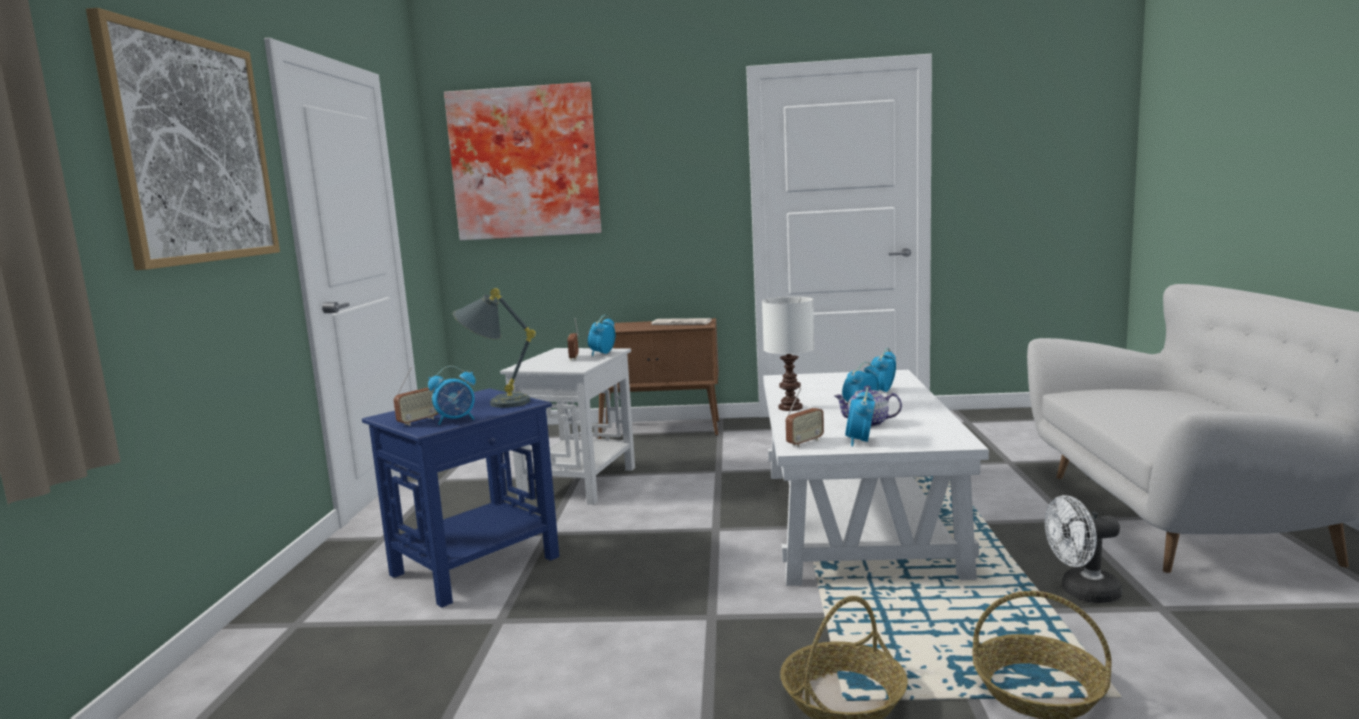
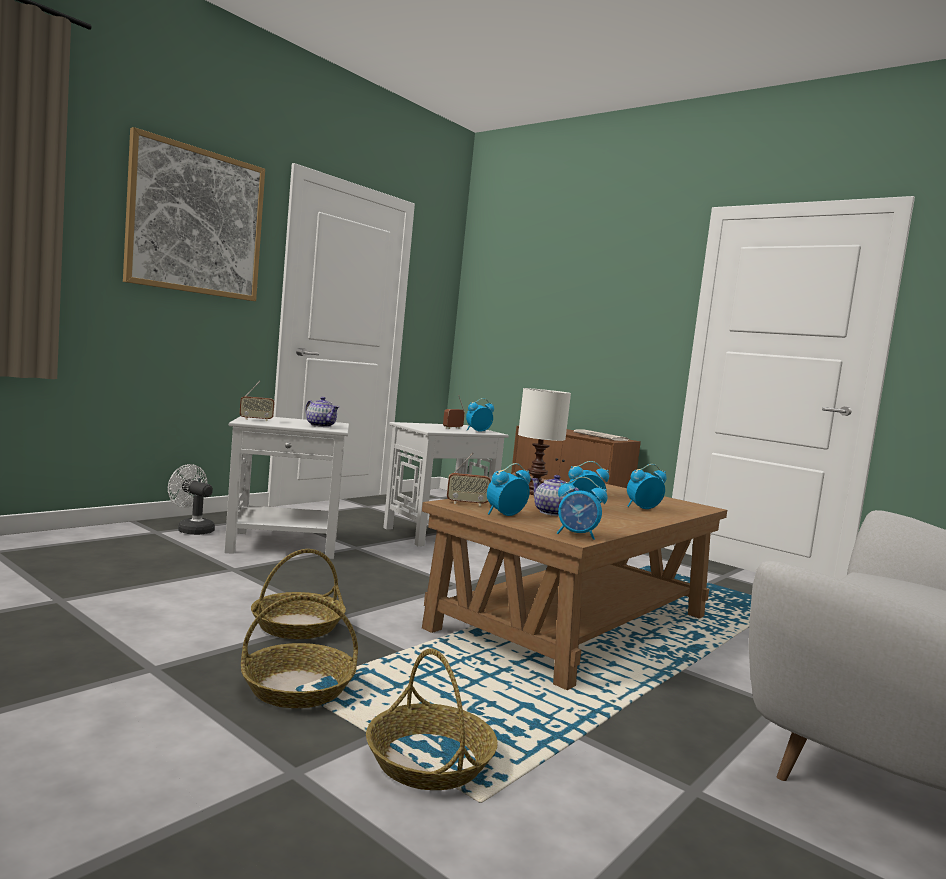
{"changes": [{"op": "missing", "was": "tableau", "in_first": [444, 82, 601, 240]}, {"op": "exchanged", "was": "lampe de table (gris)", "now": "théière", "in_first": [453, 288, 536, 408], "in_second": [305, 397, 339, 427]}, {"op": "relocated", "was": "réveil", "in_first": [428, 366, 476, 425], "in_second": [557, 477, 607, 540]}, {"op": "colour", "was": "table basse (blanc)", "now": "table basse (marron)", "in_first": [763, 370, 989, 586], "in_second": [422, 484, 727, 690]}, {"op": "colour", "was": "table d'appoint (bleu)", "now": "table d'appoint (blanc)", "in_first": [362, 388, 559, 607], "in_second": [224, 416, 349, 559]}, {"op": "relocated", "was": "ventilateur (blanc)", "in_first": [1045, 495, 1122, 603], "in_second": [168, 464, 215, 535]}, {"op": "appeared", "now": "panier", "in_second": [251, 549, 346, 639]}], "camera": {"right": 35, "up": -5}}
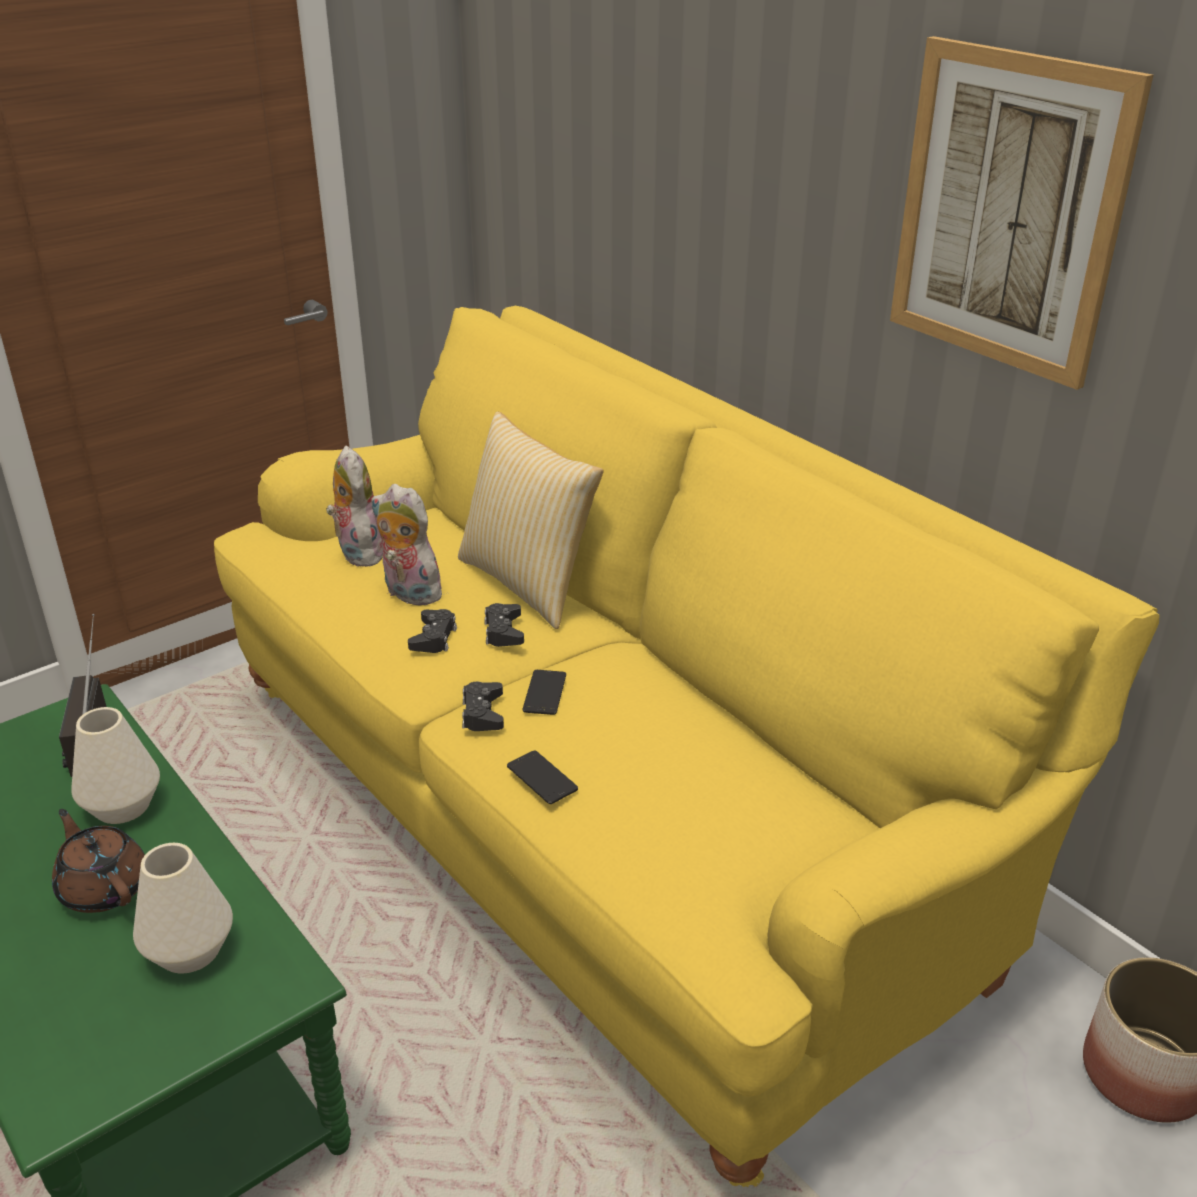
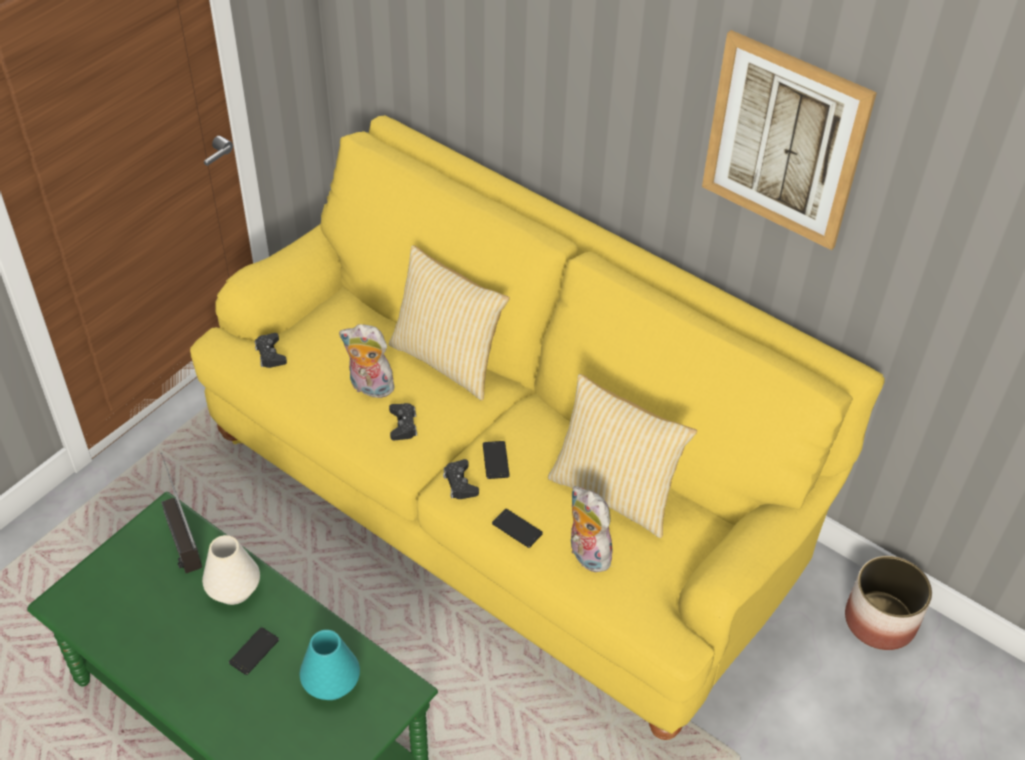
{"changes": [{"op": "relocated", "was": "peluche", "in_first": [326, 446, 383, 567], "in_second": [570, 486, 613, 572]}, {"op": "relocated", "was": "manette (noir)", "in_first": [484, 603, 524, 647], "in_second": [255, 333, 287, 368]}, {"op": "exchanged", "was": "théière (marron)", "now": "téléphone", "in_first": [52, 809, 145, 913], "in_second": [229, 627, 279, 675]}, {"op": "colour", "was": "vase (blanc)", "now": "vase (turquoise)", "in_first": [133, 843, 233, 974], "in_second": [300, 630, 360, 700]}, {"op": "appeared", "now": "coussin", "in_second": [548, 374, 697, 538]}], "camera": {"right": -15, "up": 15}}
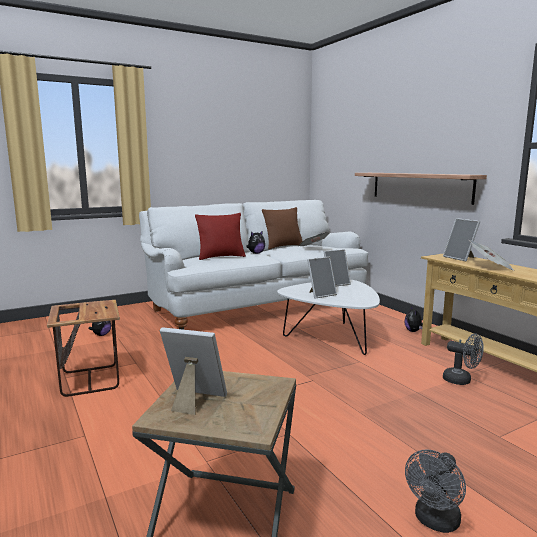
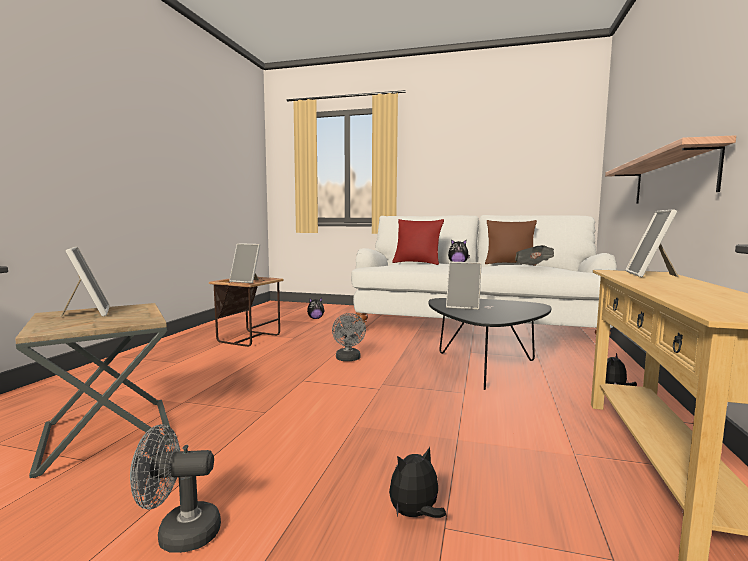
{"changes": [{"op": "missing", "was": "journal", "in_first": [469, 240, 515, 271]}, {"op": "relocated", "was": "cadre photo", "in_first": [323, 249, 351, 286], "in_second": [229, 243, 260, 283]}, {"op": "colour", "was": "table basse (blanc)", "now": "table basse (noir)", "in_first": [277, 280, 380, 355], "in_second": [429, 298, 551, 390]}, {"op": "relocated", "was": "ventilateur (gris)", "in_first": [443, 334, 484, 385], "in_second": [332, 313, 366, 361]}, {"op": "appeared", "now": "peluche", "in_second": [389, 447, 446, 518]}], "camera": {"right": 45, "up": -5}}
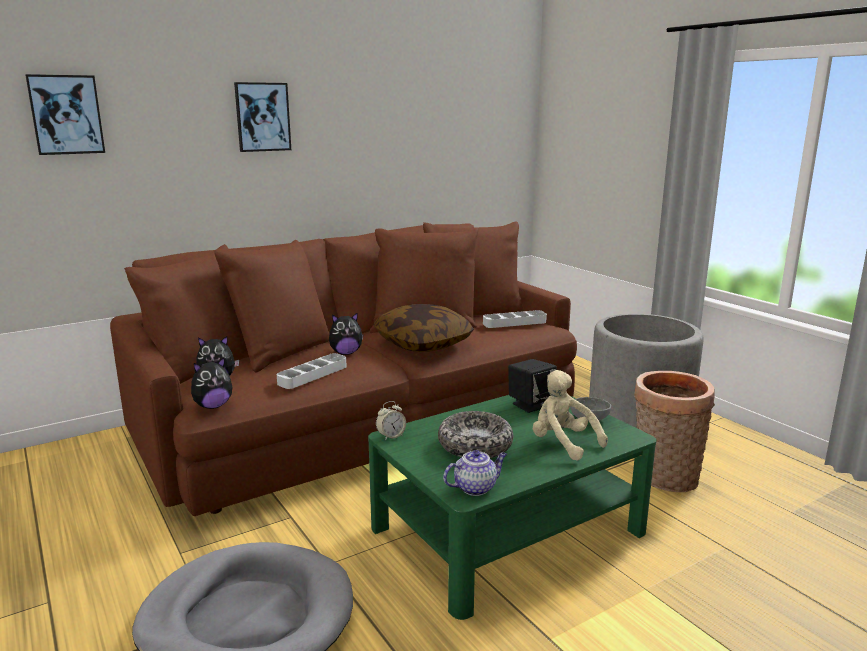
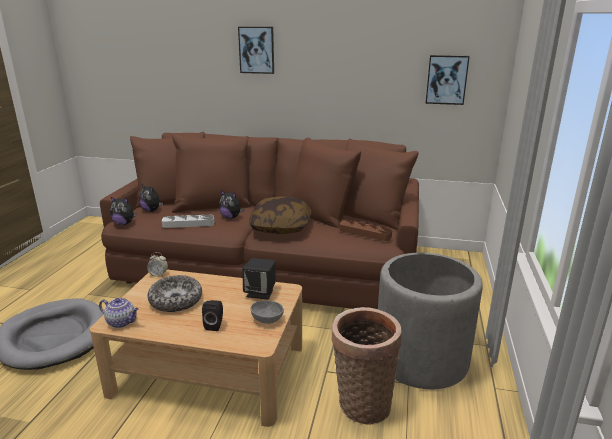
{"changes": [{"op": "relocated", "was": "tableau", "in_first": [25, 74, 105, 155], "in_second": [426, 55, 470, 105]}, {"op": "colour", "was": "plateau (gris)", "now": "plateau (marron)", "in_first": [483, 310, 547, 328], "in_second": [339, 220, 392, 241]}, {"op": "exchanged", "was": "peluche (beige)", "now": "enceinte (noir)", "in_first": [533, 370, 608, 461], "in_second": [202, 300, 223, 331]}, {"op": "colour", "was": "table basse (vert)", "now": "table basse (beige)", "in_first": [368, 395, 656, 620], "in_second": [90, 270, 302, 427]}], "camera": {"right": 45, "up": 5}}
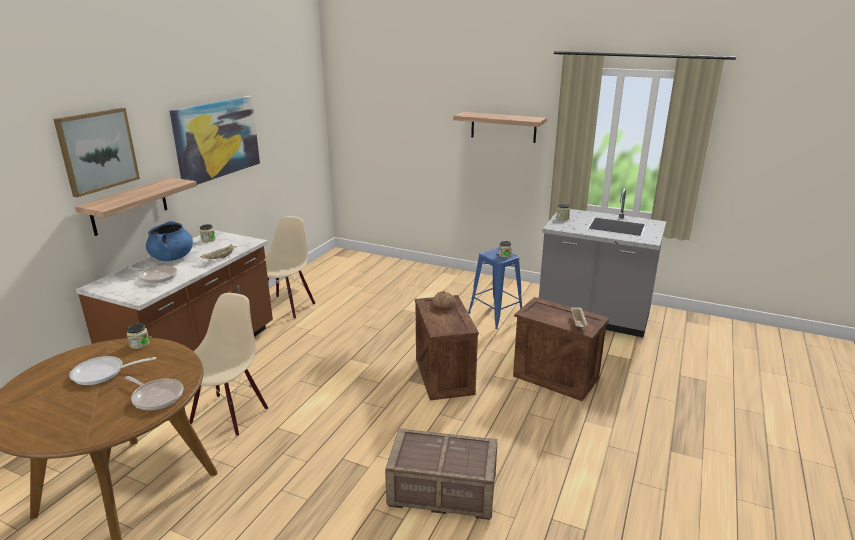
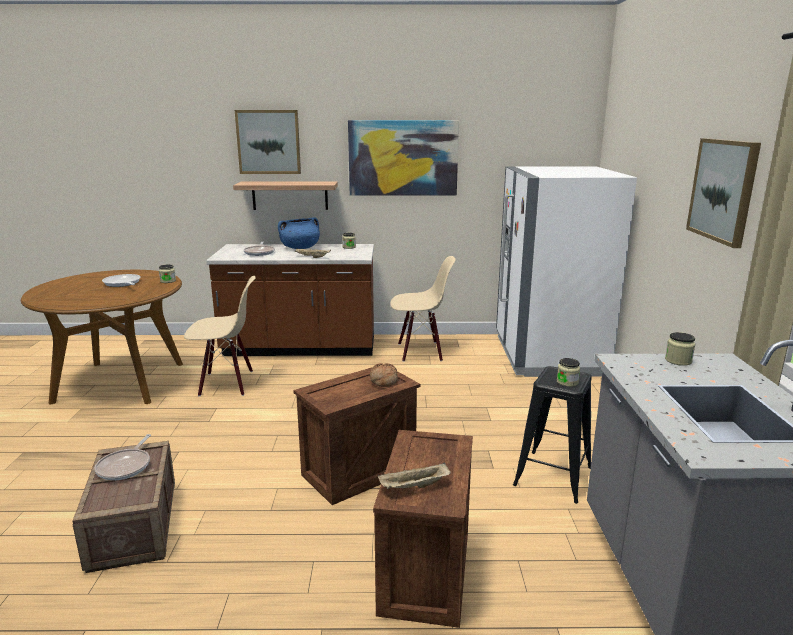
{"changes": [{"op": "exchanged", "was": "étagère", "now": "tableau", "in_first": [453, 112, 547, 143], "in_second": [686, 138, 761, 248]}, {"op": "colour", "was": "tabouret (bleu)", "now": "tabouret (noir)", "in_first": [468, 248, 522, 329], "in_second": [513, 366, 592, 504]}, {"op": "relocated", "was": "poêle", "in_first": [125, 376, 183, 410], "in_second": [94, 434, 151, 480]}, {"op": "appeared", "now": "réfrigérateur (blanc)", "in_second": [496, 166, 637, 377]}], "camera": {"right": 65, "up": -5}}
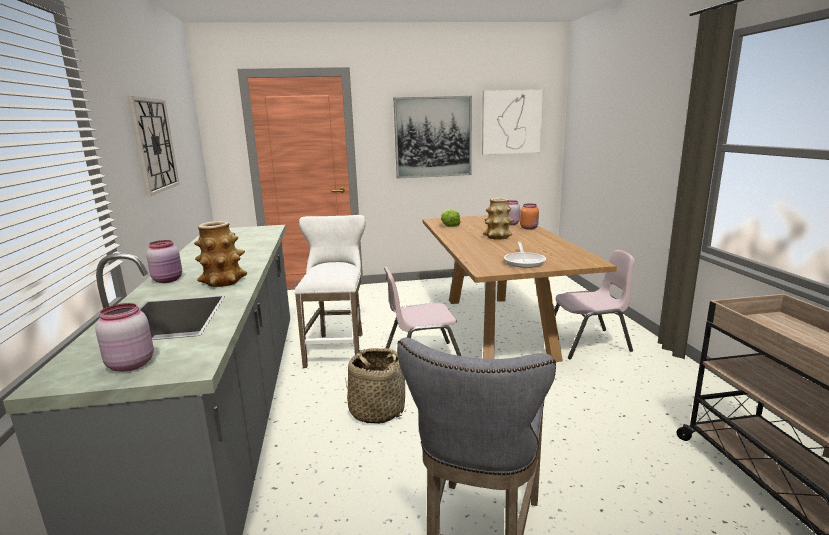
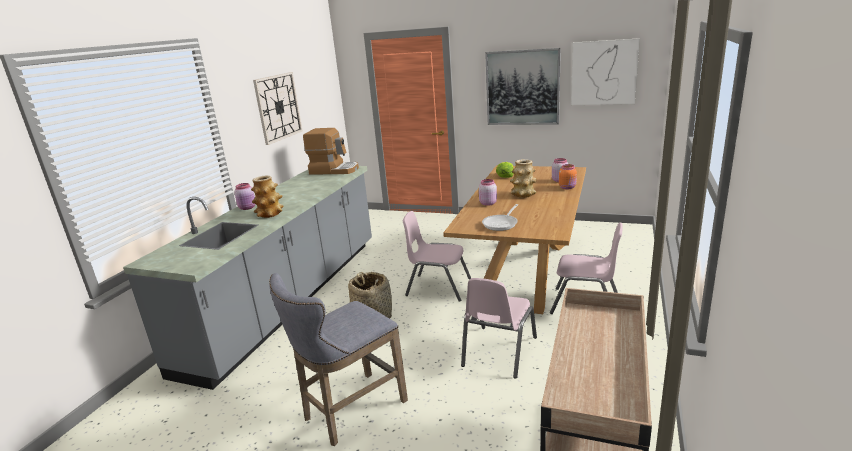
{"changes": [{"op": "missing", "was": "tabouret (blanc)", "in_first": [294, 215, 366, 368]}, {"op": "relocated", "was": "bocal (rose)", "in_first": [95, 303, 154, 372], "in_second": [479, 179, 497, 206]}, {"op": "appeared", "now": "machine à café", "in_second": [303, 128, 359, 175]}, {"op": "appeared", "now": "chaise (rose)", "in_second": [461, 278, 537, 379]}], "camera": {"right": 30, "up": 5}}
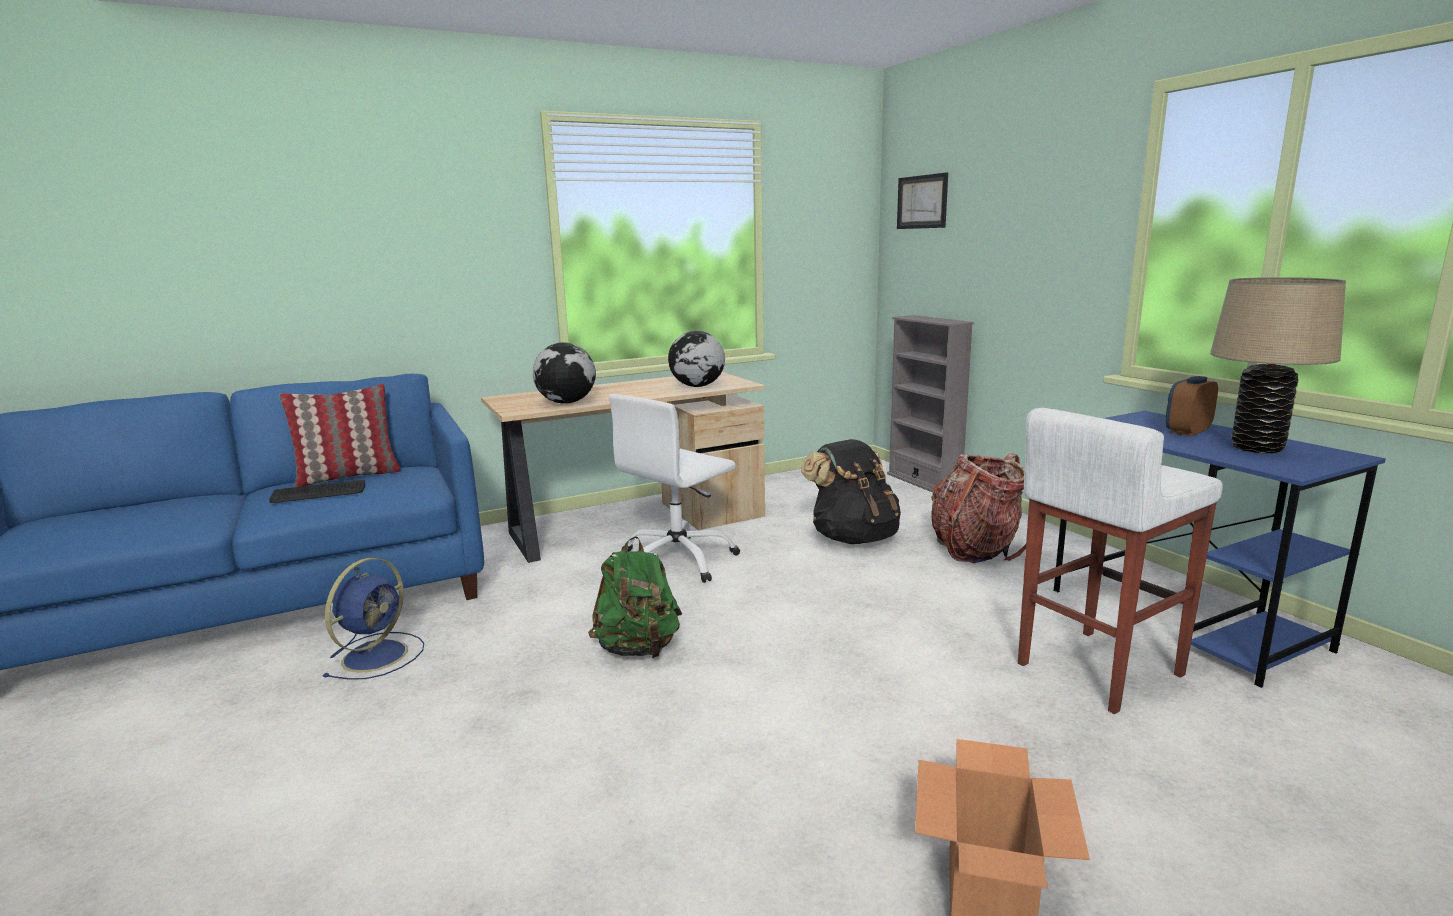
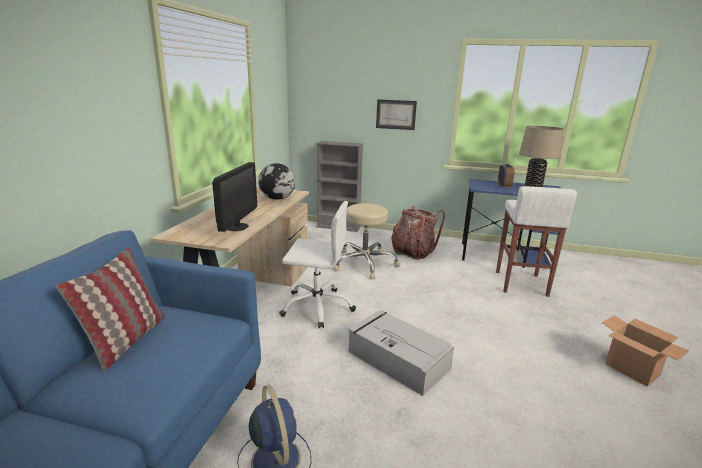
{"changes": [{"op": "relocated", "was": "tableau", "in_first": [897, 172, 948, 229], "in_second": [376, 99, 417, 130]}, {"op": "exchanged", "was": "globe", "now": "écran d'ordinateur", "in_first": [533, 342, 596, 404], "in_second": [212, 162, 257, 232]}, {"op": "spun", "was": "chaise de bureau (blanc)", "in_first": [609, 394, 740, 583], "in_second": [279, 201, 356, 328], "clockwise": -75}, {"op": "exchanged", "was": "sac à dos (noir)", "now": "tabouret (beige)", "in_first": [801, 439, 901, 544], "in_second": [333, 203, 400, 279]}, {"op": "missing", "was": "clavier", "in_first": [269, 480, 366, 503]}, {"op": "exchanged", "was": "sac à dos (vert)", "now": "boîte de rangement (gris)", "in_first": [588, 536, 682, 658], "in_second": [348, 310, 454, 396]}], "camera": {"right": -50, "up": 5}}
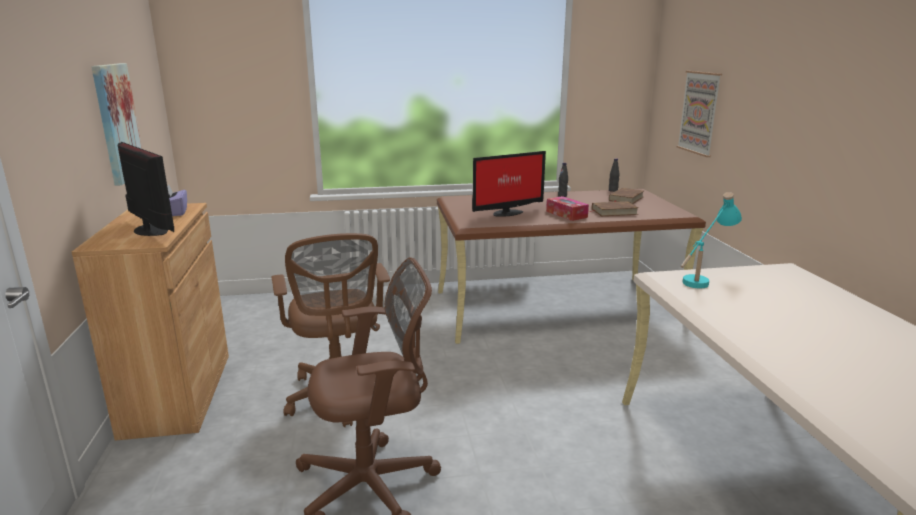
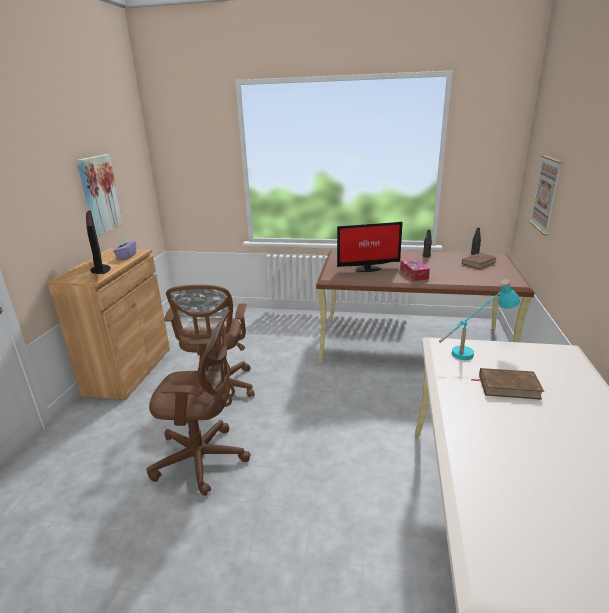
{"changes": [{"op": "relocated", "was": "livre (marron)", "in_first": [588, 201, 639, 216], "in_second": [471, 368, 544, 400]}], "camera": {"right": 20, "up": 5}}
